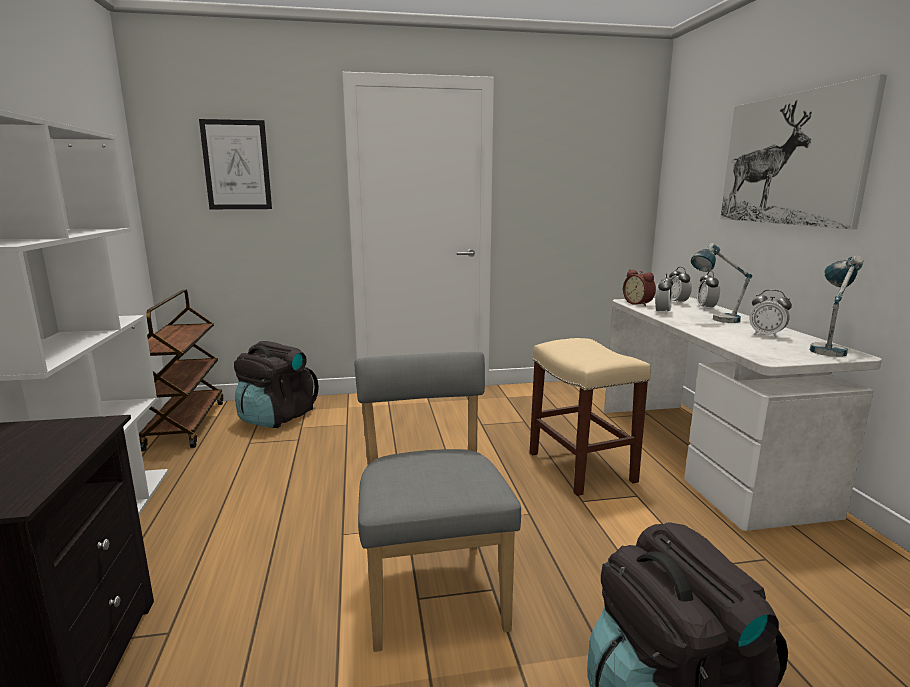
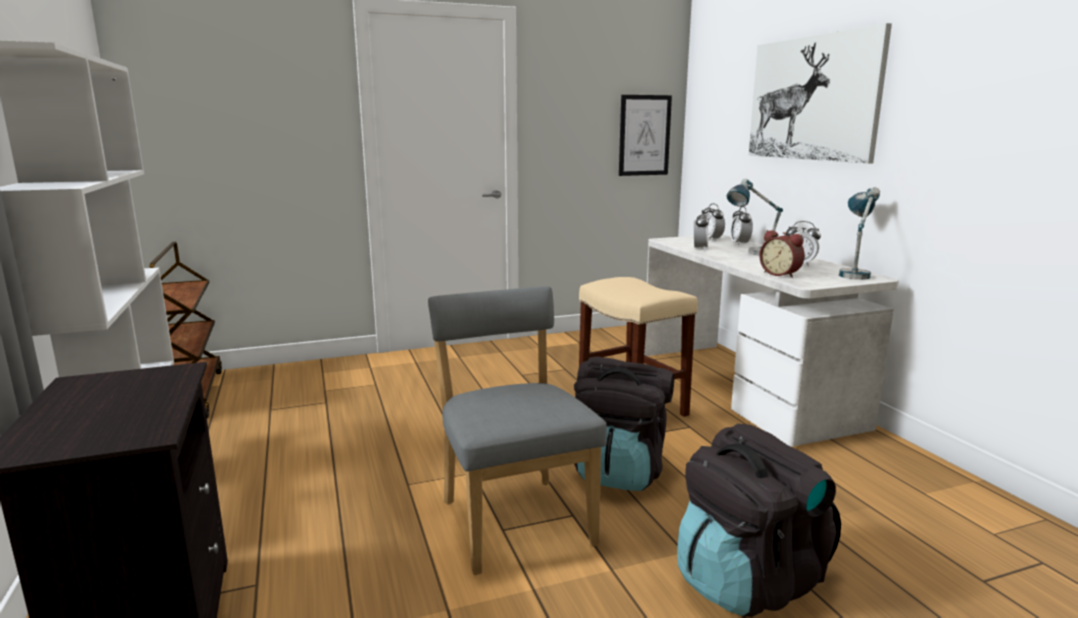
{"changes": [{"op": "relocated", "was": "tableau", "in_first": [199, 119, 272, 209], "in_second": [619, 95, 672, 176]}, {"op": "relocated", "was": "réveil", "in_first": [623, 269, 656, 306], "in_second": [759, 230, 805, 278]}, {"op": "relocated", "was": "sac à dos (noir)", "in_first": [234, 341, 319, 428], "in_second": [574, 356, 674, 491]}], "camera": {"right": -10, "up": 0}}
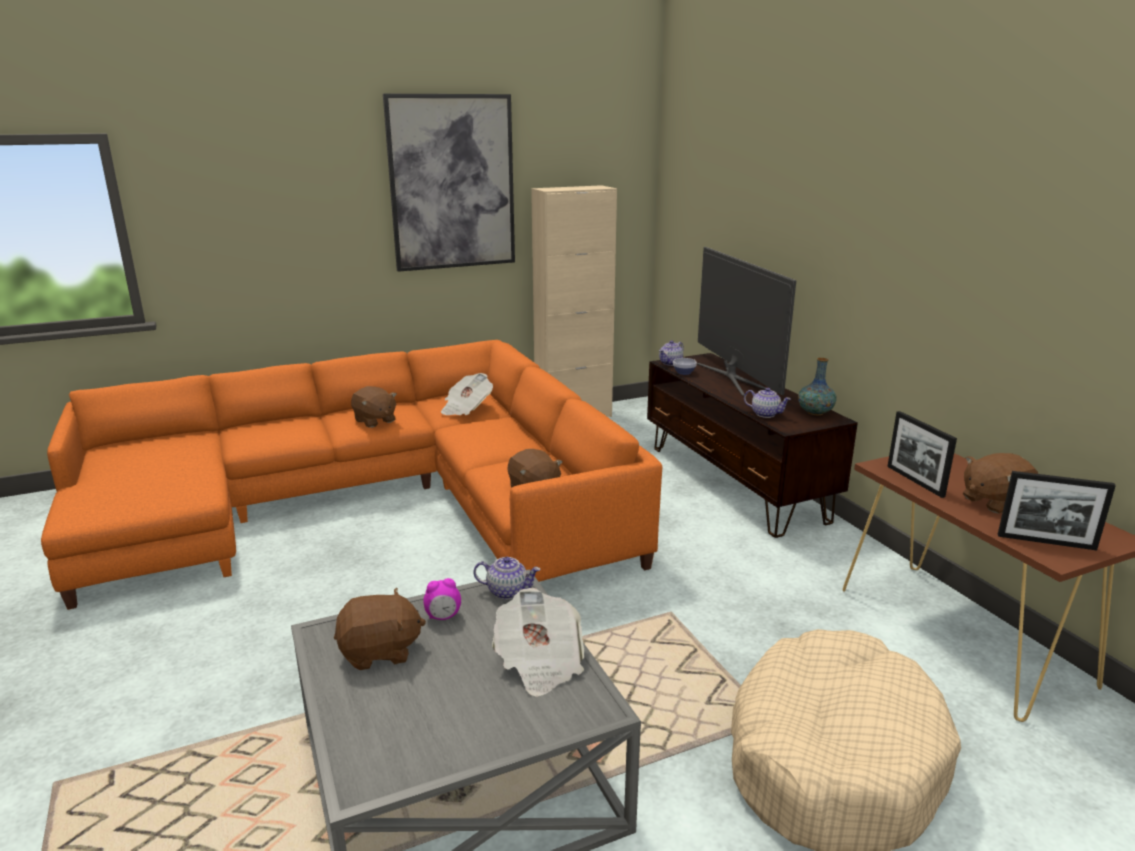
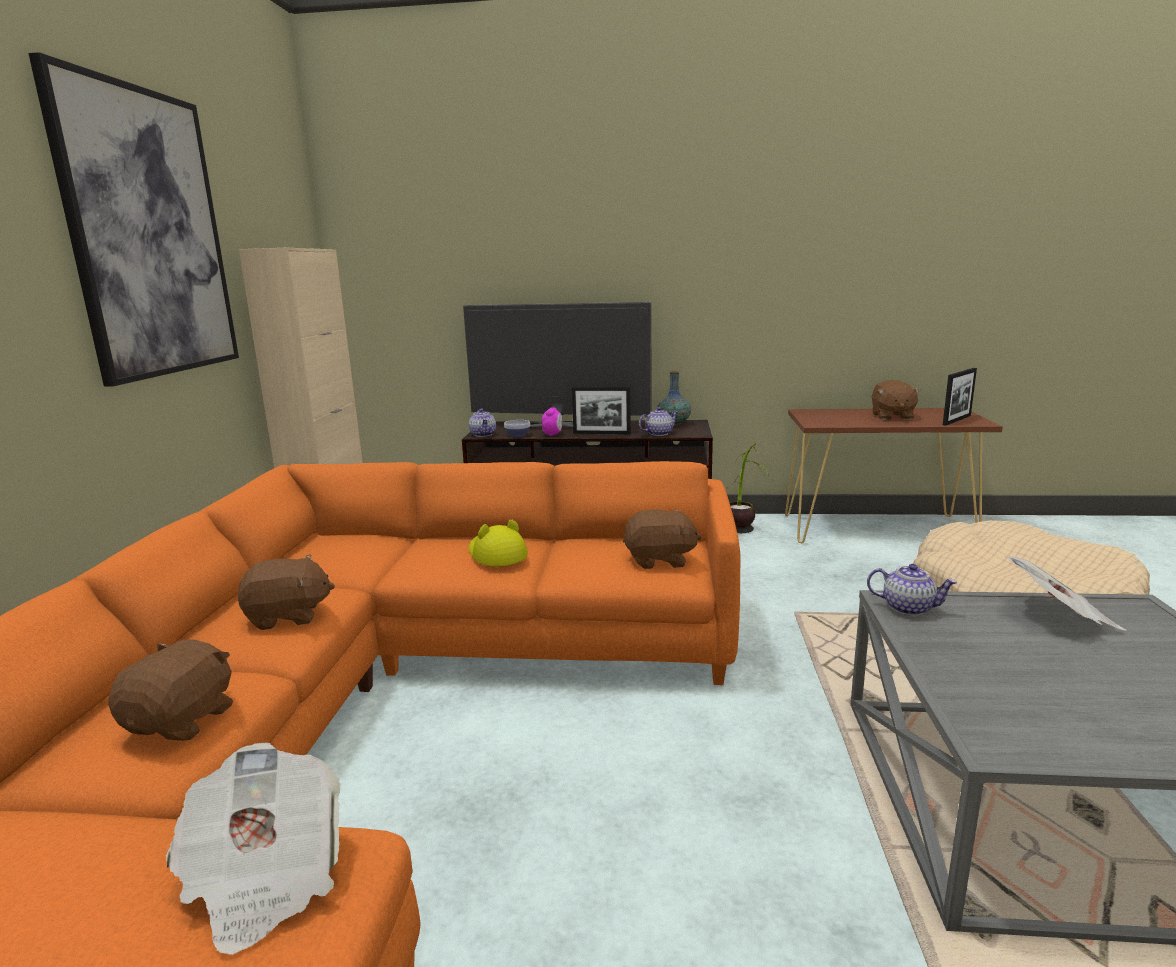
{"changes": [{"op": "relocated", "was": "journal", "in_first": [441, 373, 493, 415], "in_second": [166, 743, 341, 955]}, {"op": "relocated", "was": "cadre photo", "in_first": [887, 411, 957, 498], "in_second": [572, 387, 631, 434]}, {"op": "spun", "was": "théière", "in_first": [473, 557, 541, 599], "in_second": [867, 564, 957, 616], "clockwise": 75}, {"op": "relocated", "was": "réveil", "in_first": [424, 578, 461, 620], "in_second": [542, 407, 562, 436]}, {"op": "relocated", "was": "peluche (marron)", "in_first": [334, 588, 426, 670], "in_second": [108, 639, 233, 741]}, {"op": "appeared", "now": "plante en pot", "in_second": [726, 443, 769, 533]}, {"op": "appeared", "now": "chapeau (jaune)", "in_second": [469, 519, 528, 566]}], "camera": {"right": -60, "up": -5}}
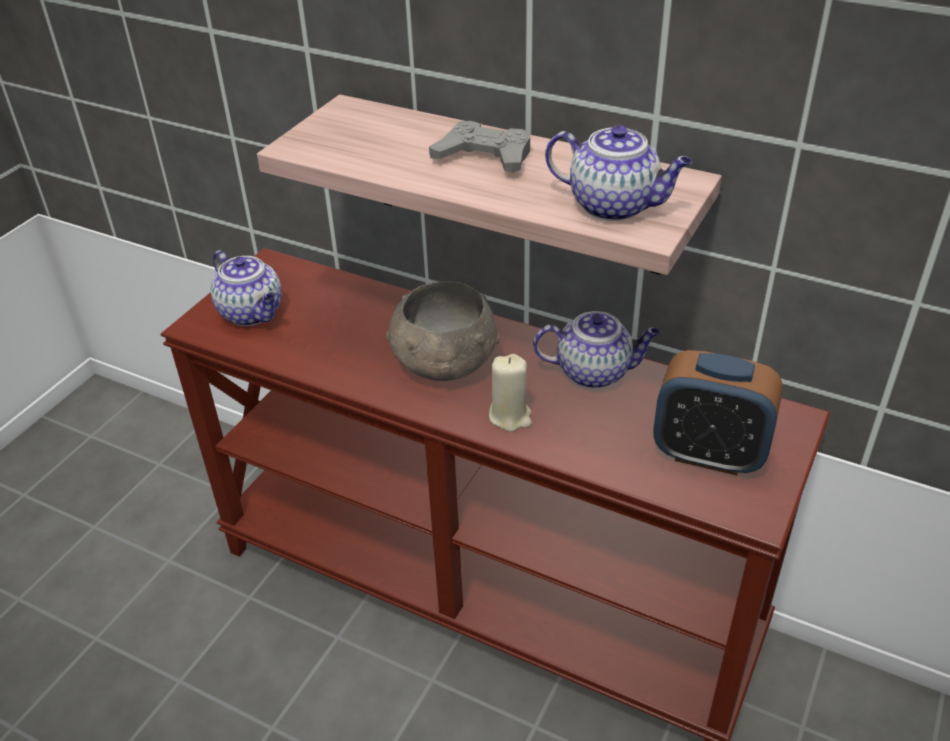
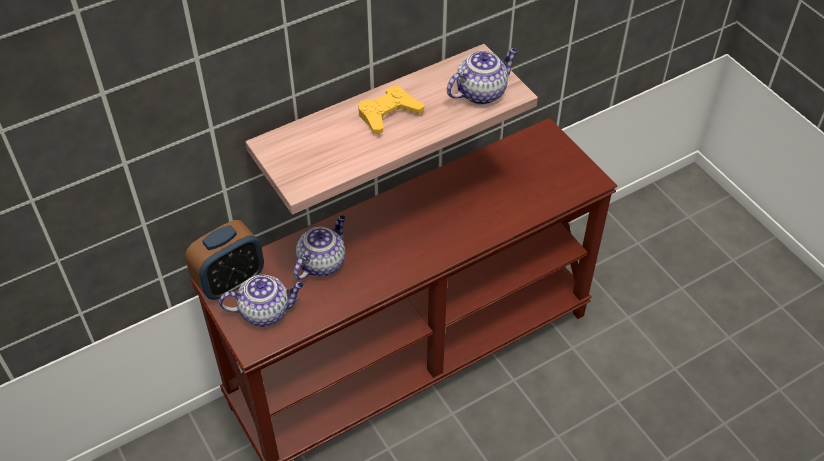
{"changes": [{"op": "colour", "was": "manette (gris)", "now": "manette (jaune)", "in_first": [429, 121, 530, 173], "in_second": [358, 86, 424, 135]}, {"op": "missing", "was": "bol (gris)", "in_first": [386, 281, 500, 381]}, {"op": "relocated", "was": "théière", "in_first": [533, 311, 660, 388], "in_second": [294, 215, 346, 280]}, {"op": "relocated", "was": "réveil", "in_first": [654, 350, 783, 475], "in_second": [185, 220, 264, 300]}, {"op": "missing", "was": "bougie (beige)", "in_first": [489, 354, 532, 432]}], "camera": {"right": -60, "up": 10}}
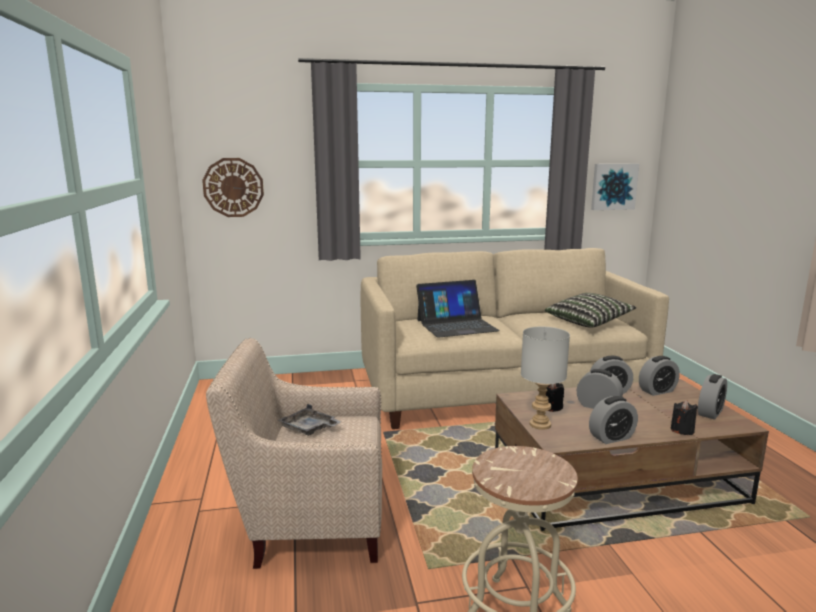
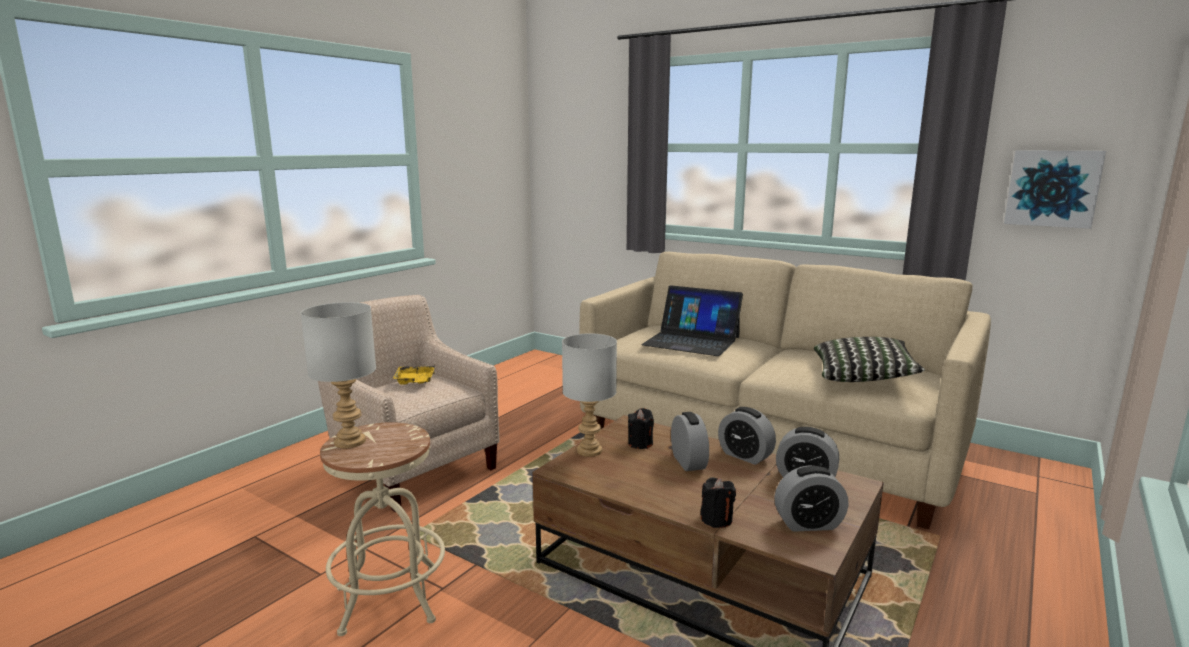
{"changes": [{"op": "missing", "was": "horloge murale", "in_first": [202, 158, 264, 217]}, {"op": "missing", "was": "réveil", "in_first": [589, 396, 638, 444]}, {"op": "colour", "was": "plateau (gris)", "now": "plateau (jaune)", "in_first": [278, 404, 341, 436], "in_second": [393, 363, 435, 385]}, {"op": "appeared", "now": "lampe de table (gris)", "in_second": [301, 302, 376, 448]}], "camera": {"right": 45, "up": 0}}
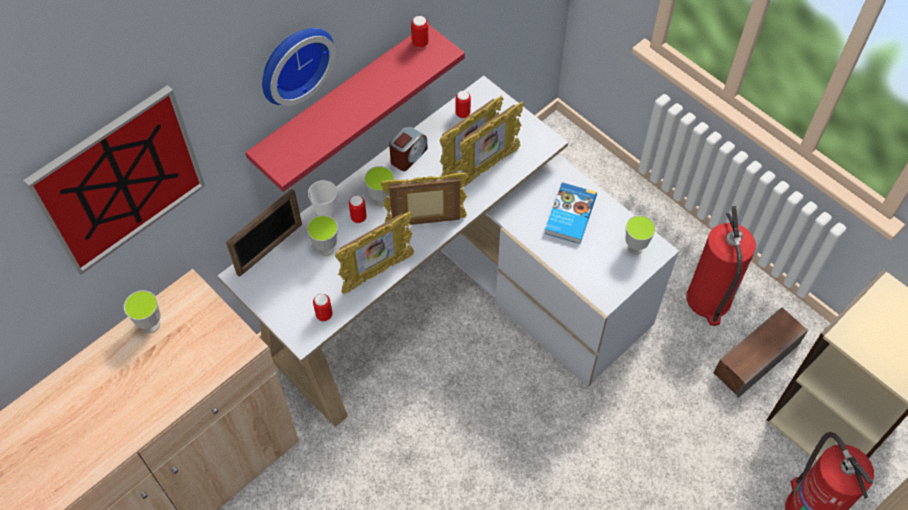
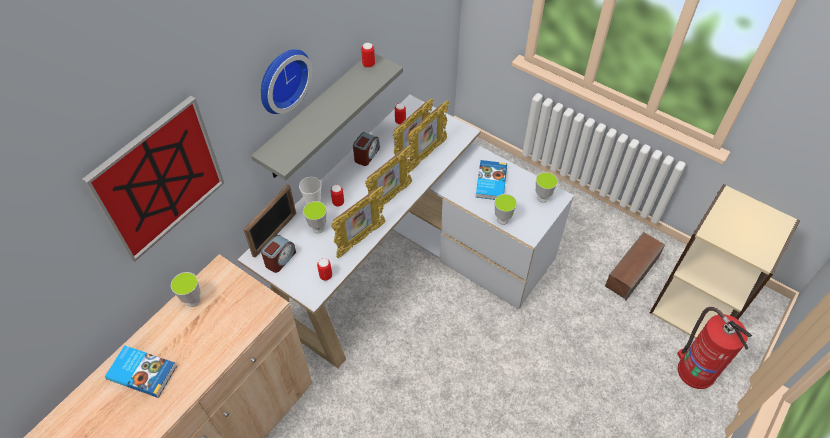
{"changes": [{"op": "colour", "was": "étagère (rouge)", "now": "étagère (gris)", "in_first": [245, 24, 465, 192], "in_second": [251, 53, 403, 180]}, {"op": "relocated", "was": "tasse", "in_first": [364, 166, 394, 207], "in_second": [494, 194, 517, 225]}, {"op": "spun", "was": "cadre photo", "in_first": [381, 173, 468, 225], "in_second": [365, 145, 412, 205], "clockwise": 150}, {"op": "missing", "was": "extincteur", "in_first": [686, 206, 756, 326]}, {"op": "appeared", "now": "réveil", "in_second": [261, 235, 296, 273]}, {"op": "appeared", "now": "livre", "in_second": [105, 345, 177, 398]}], "camera": {"right": -10, "up": -5}}
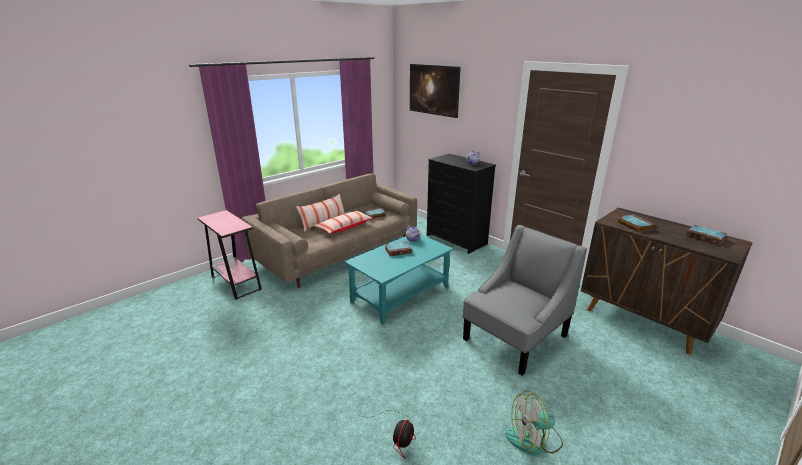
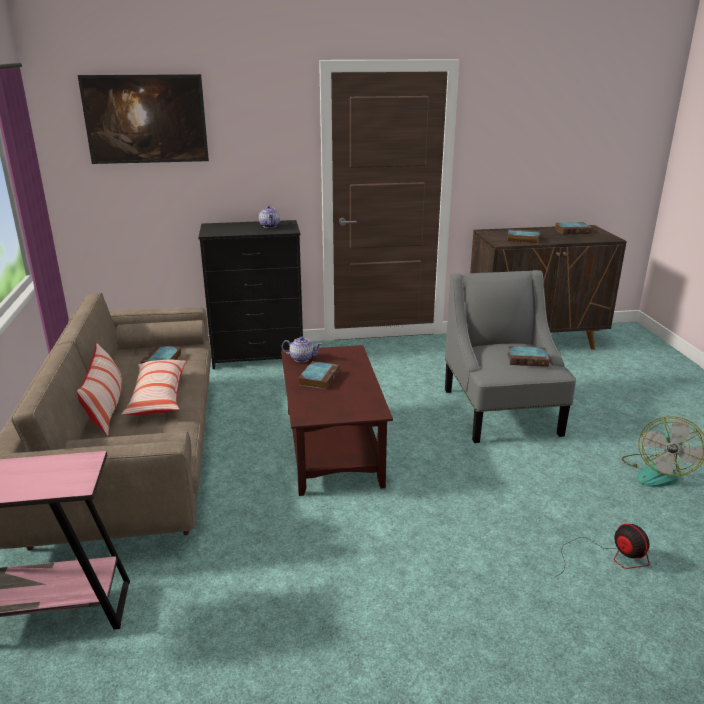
{"changes": [{"op": "colour", "was": "table basse (turquoise)", "now": "table basse (marron)", "in_first": [344, 235, 453, 324], "in_second": [281, 345, 393, 496]}, {"op": "appeared", "now": "livre", "in_second": [507, 346, 549, 367]}], "camera": {"right": -55, "up": 0}}
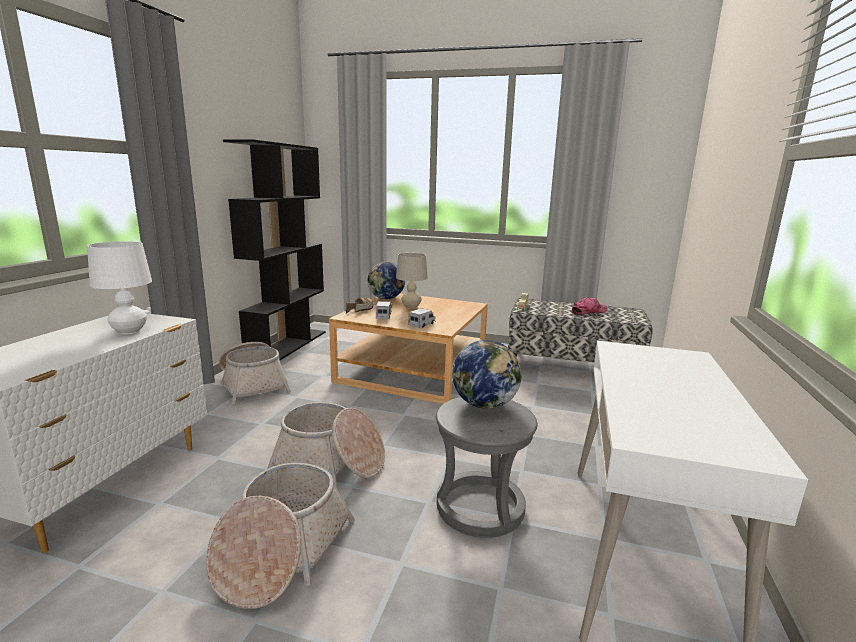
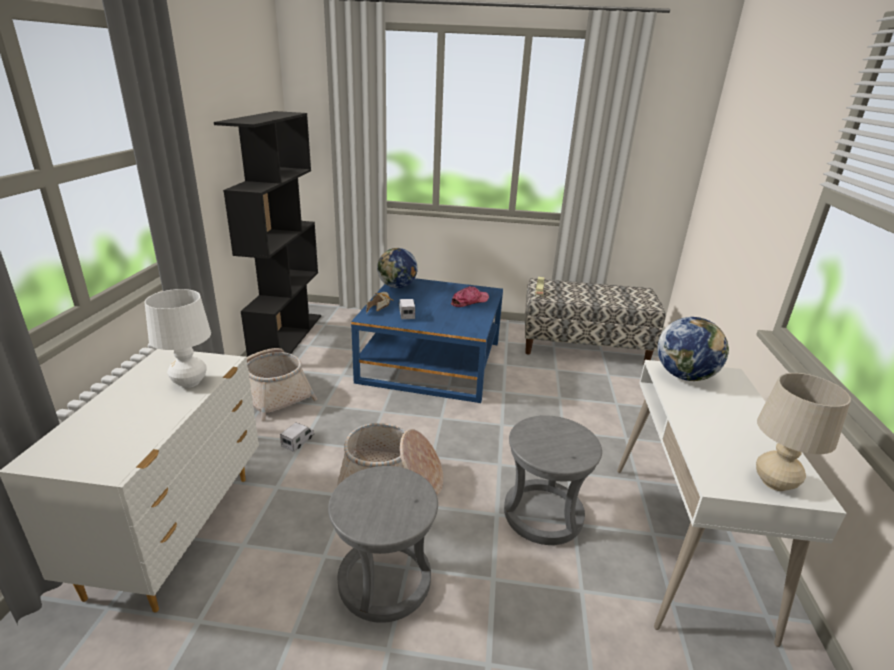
{"changes": [{"op": "relocated", "was": "lampe de table (beige)", "in_first": [396, 253, 428, 309], "in_second": [756, 373, 851, 491]}, {"op": "colour", "was": "table basse (beige)", "now": "table basse (bleu)", "in_first": [329, 294, 488, 404], "in_second": [351, 278, 503, 403]}, {"op": "relocated", "was": "casquette", "in_first": [571, 297, 607, 315], "in_second": [451, 286, 489, 307]}, {"op": "relocated", "was": "camion jouet", "in_first": [409, 308, 435, 328], "in_second": [280, 423, 314, 452]}, {"op": "relocated", "was": "globe", "in_first": [452, 340, 522, 409], "in_second": [658, 317, 729, 381]}, {"op": "exchanged", "was": "panier", "now": "tabouret (gris)", "in_first": [206, 463, 355, 609], "in_second": [328, 466, 438, 623]}], "camera": {"right": -10, "up": 10}}
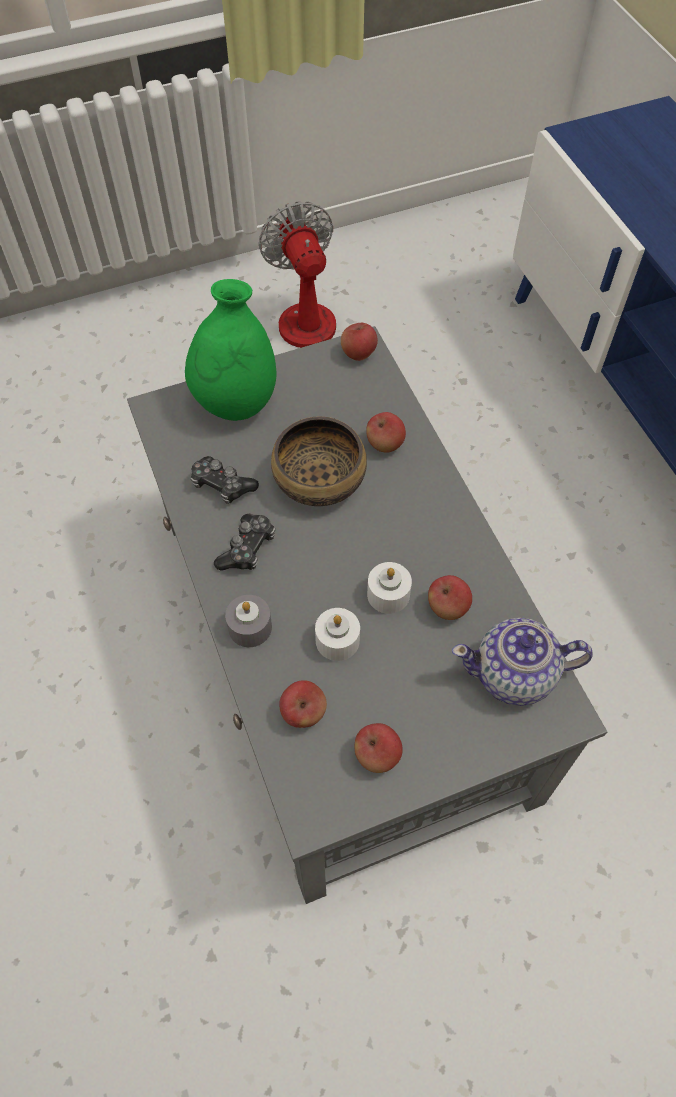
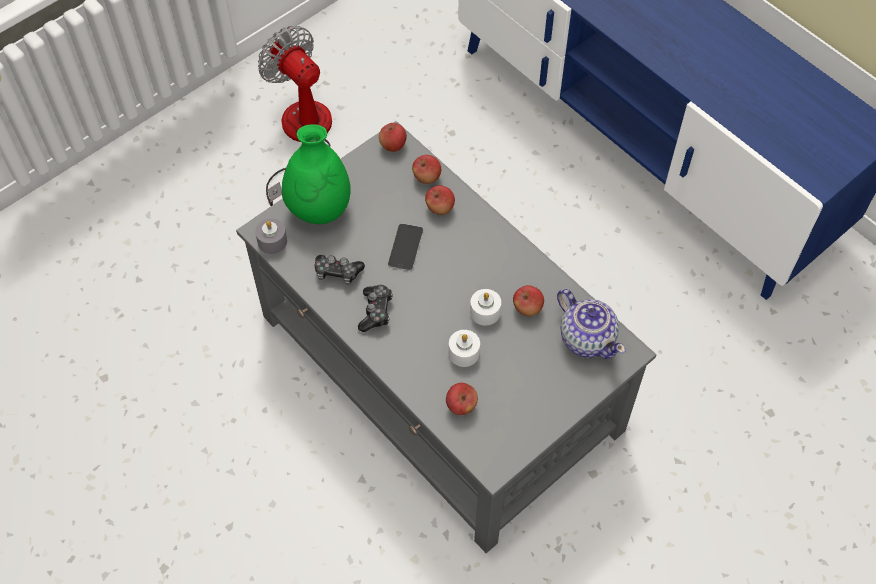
{"changes": [{"op": "exchanged", "was": "bol", "now": "téléphone", "in_first": [271, 417, 367, 506], "in_second": [388, 223, 423, 271]}, {"op": "relocated", "was": "bougie (gris)", "in_first": [225, 595, 272, 647], "in_second": [255, 218, 287, 254]}, {"op": "spun", "was": "théière", "in_first": [452, 618, 593, 706], "in_second": [557, 289, 626, 359], "clockwise": -105}, {"op": "relocated", "was": "pomme", "in_first": [355, 723, 403, 773], "in_second": [412, 155, 441, 184]}], "camera": {"right": -20, "up": 0}}
